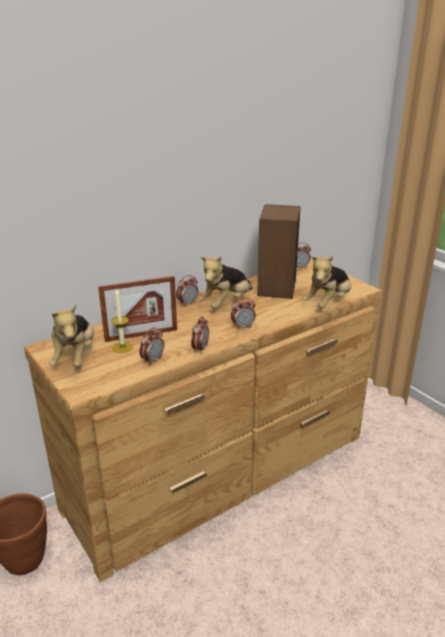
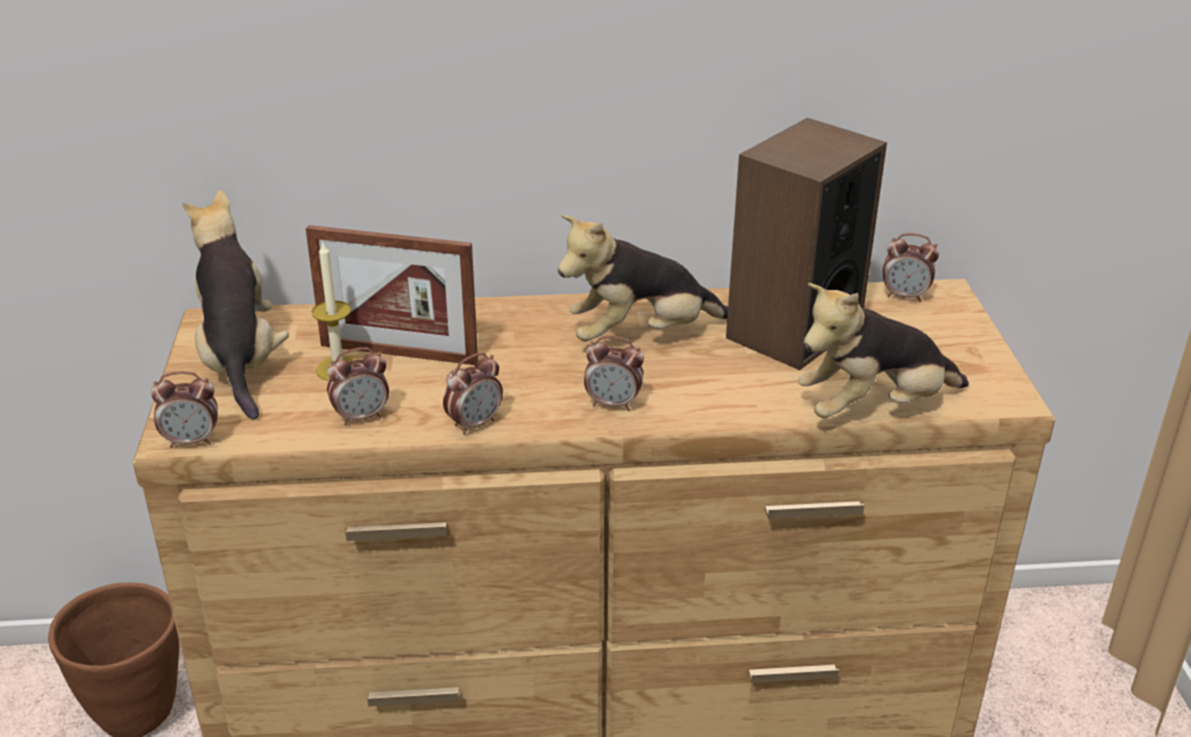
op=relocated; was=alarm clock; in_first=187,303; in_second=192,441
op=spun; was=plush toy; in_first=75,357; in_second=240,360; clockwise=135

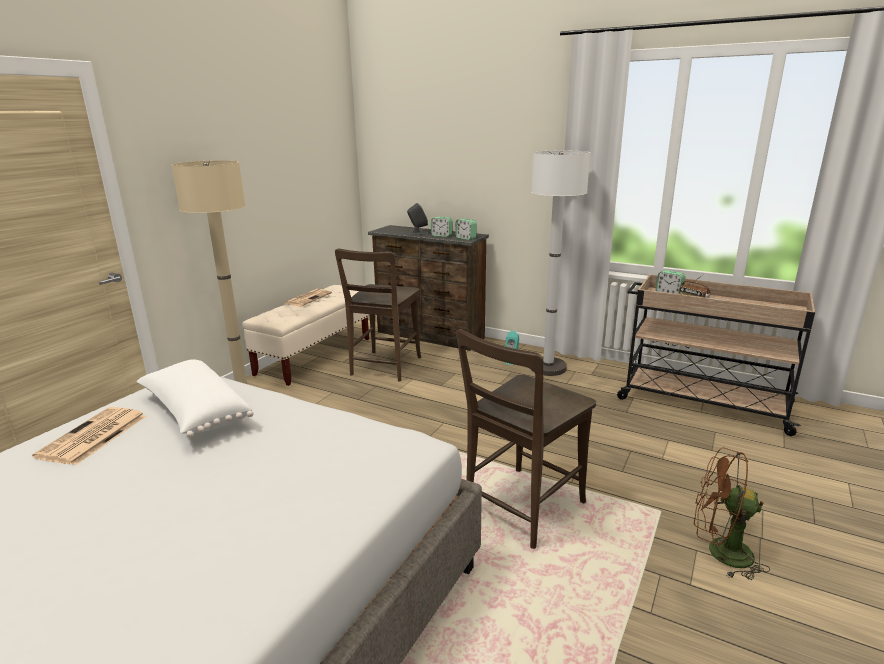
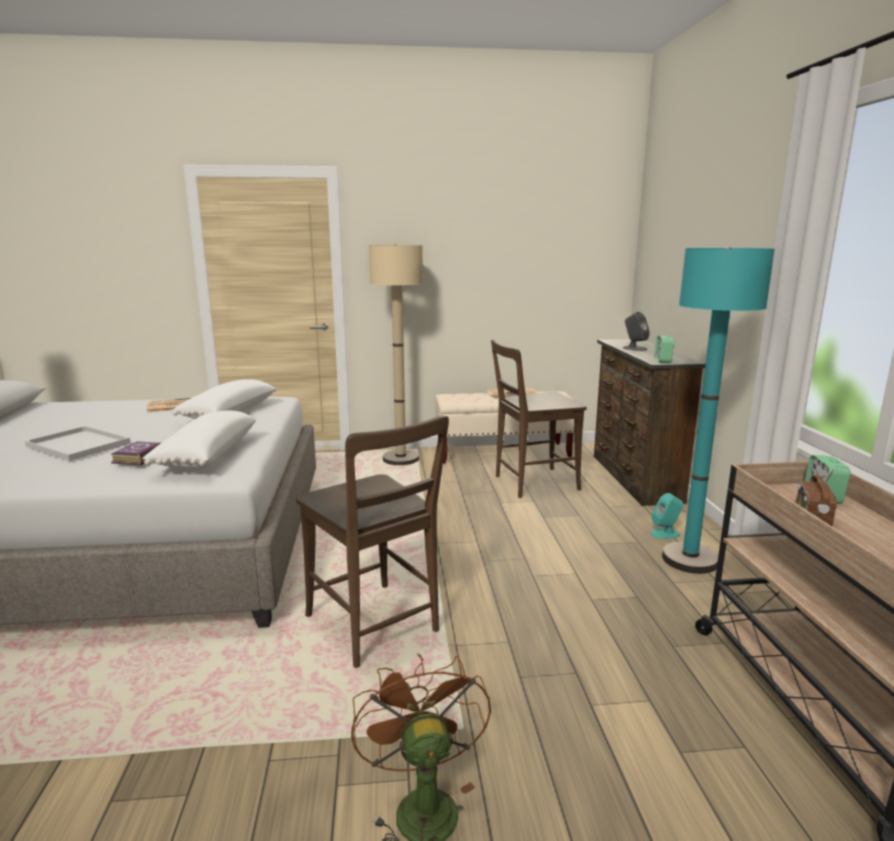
op=missing; was=alarm clock; in_first=441,235
op=appeared; now=tray (white); in_second=80,445
op=appeared; now=book; in_second=138,457
op=appeared; now=pillow (white); in_second=205,455
op=colour; was=floor lamp (white); now=floor lamp (turquoise); in_first=548,368; in_second=689,560
op=spun; was=chair (brown); in_first=521,509; in_second=375,627; clockwise=-135

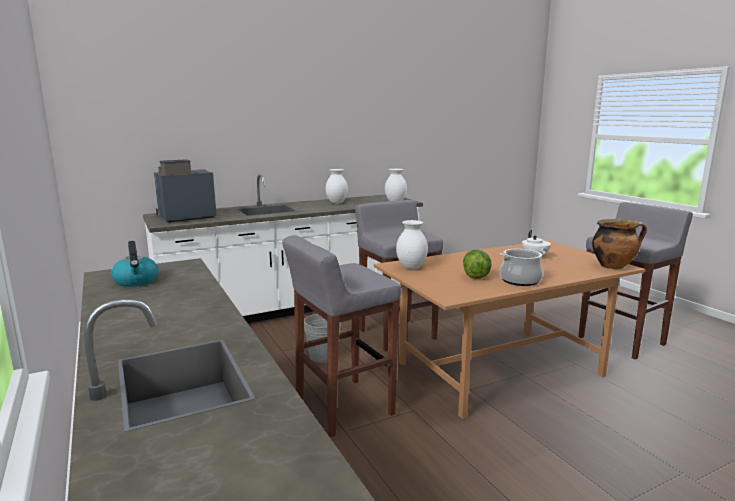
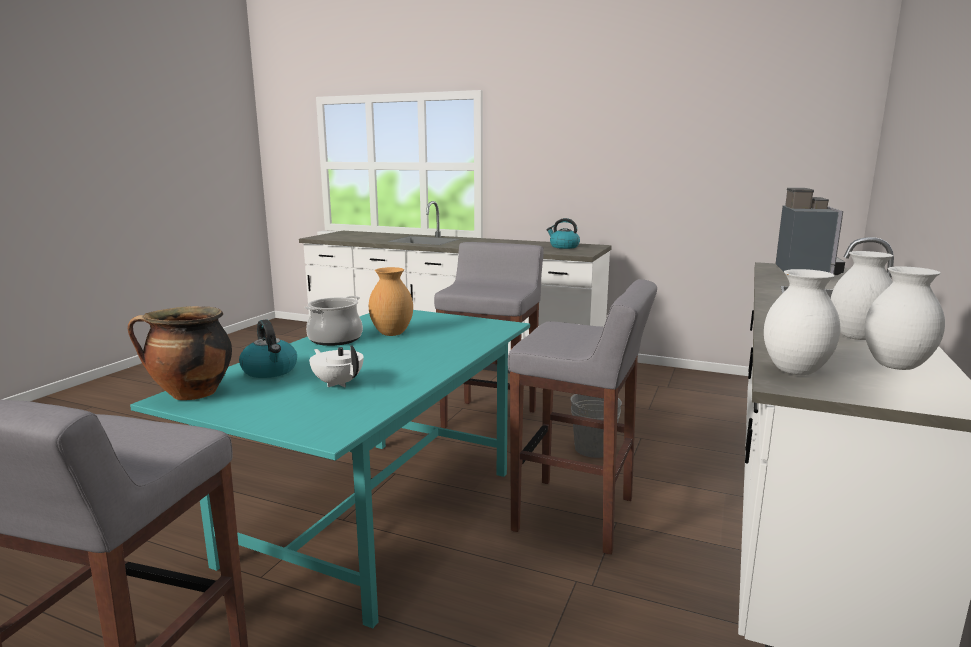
op=appeared; now=kettle; in_second=270,371
op=relocated; was=vase (white); in_first=412,268; in_second=895,366
op=exchanged; was=lettuce; now=vase (brown); in_first=476,276; in_second=392,333
op=colour; was=dining table (brown); now=dining table (turquoise); in_first=499,370; in_second=376,513

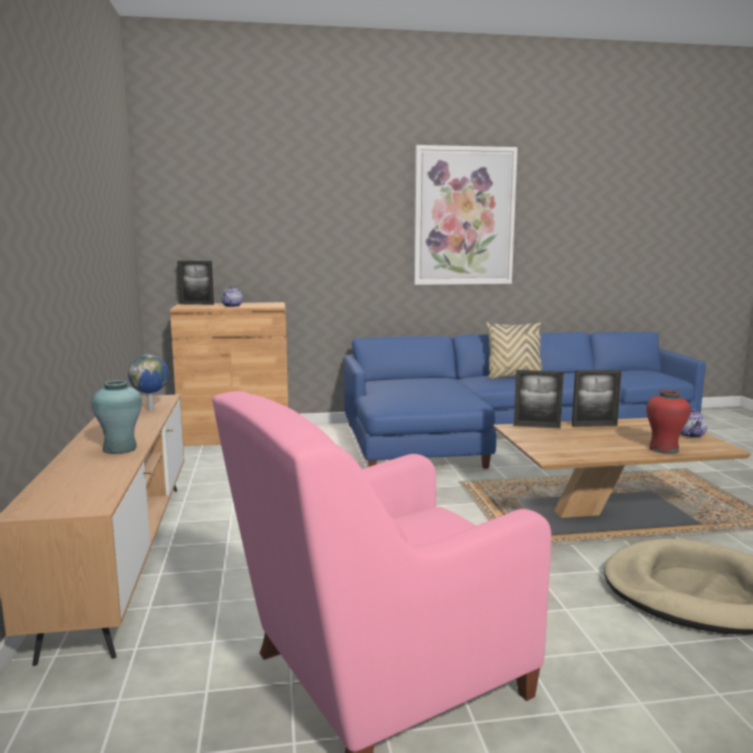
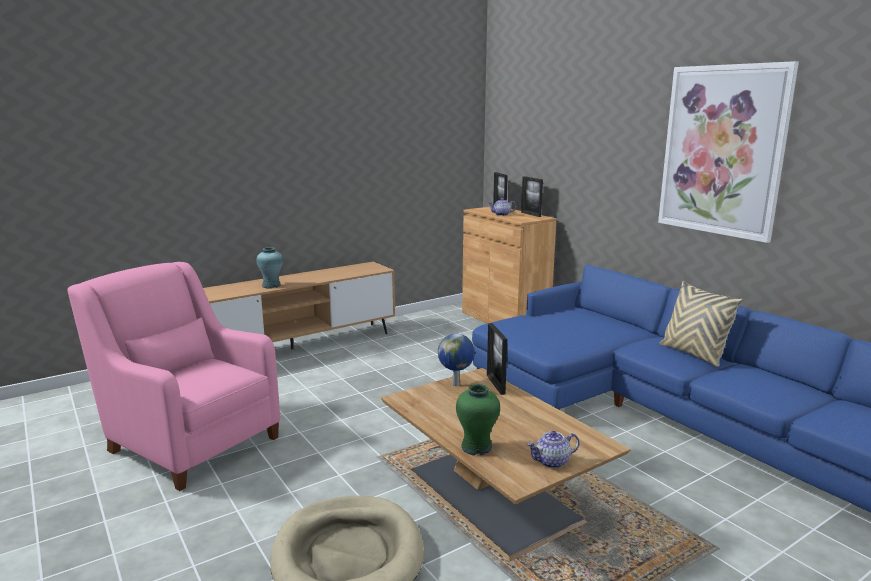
op=relocated; was=globe; in_first=151,409; in_second=456,385
op=relocated; was=picture frame; in_first=594,425; in_second=531,214
op=colour; was=vase (red); now=vase (green); in_first=663,449; in_second=477,447

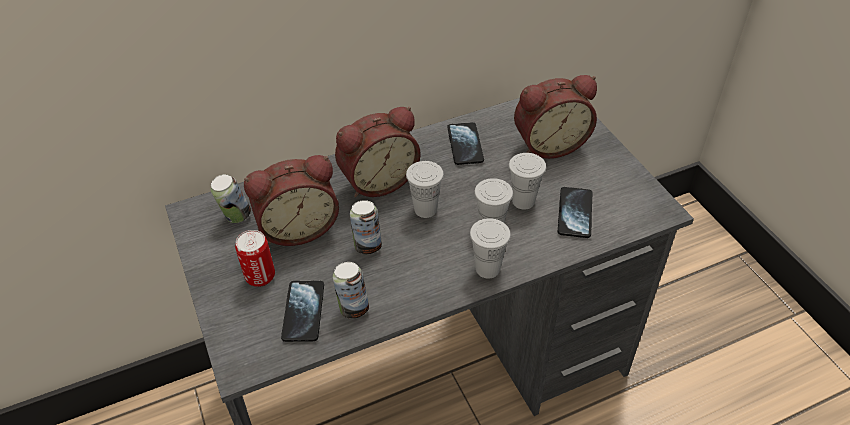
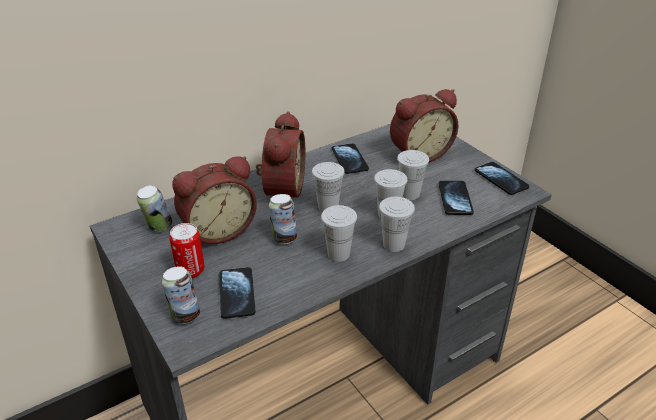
op=appeared; now=cup (white); in_second=338,254
op=appeared; now=phone; in_second=500,179
op=relocated; was=can; in_first=353,308; in_second=185,315
op=spun; was=alarm clock; in_first=378,180; in_second=281,190; clockwise=-45

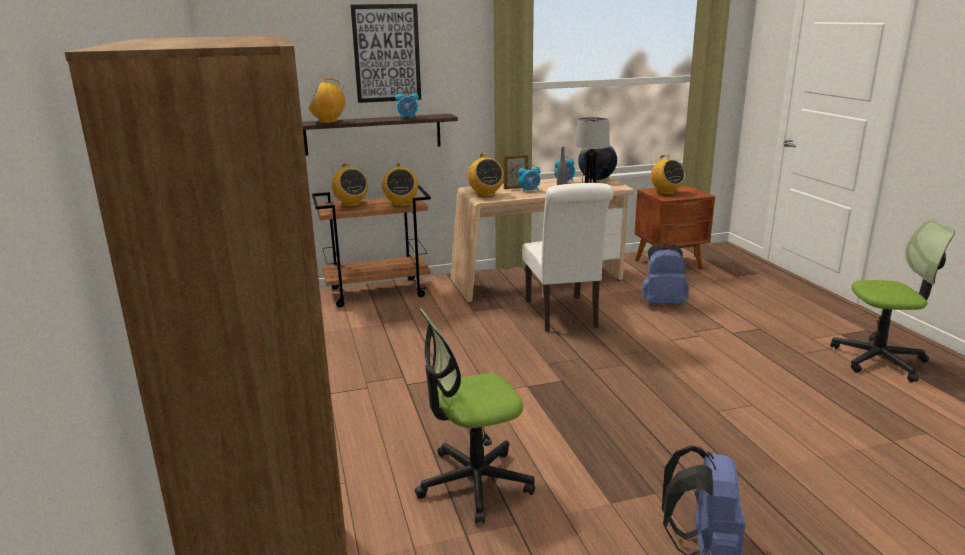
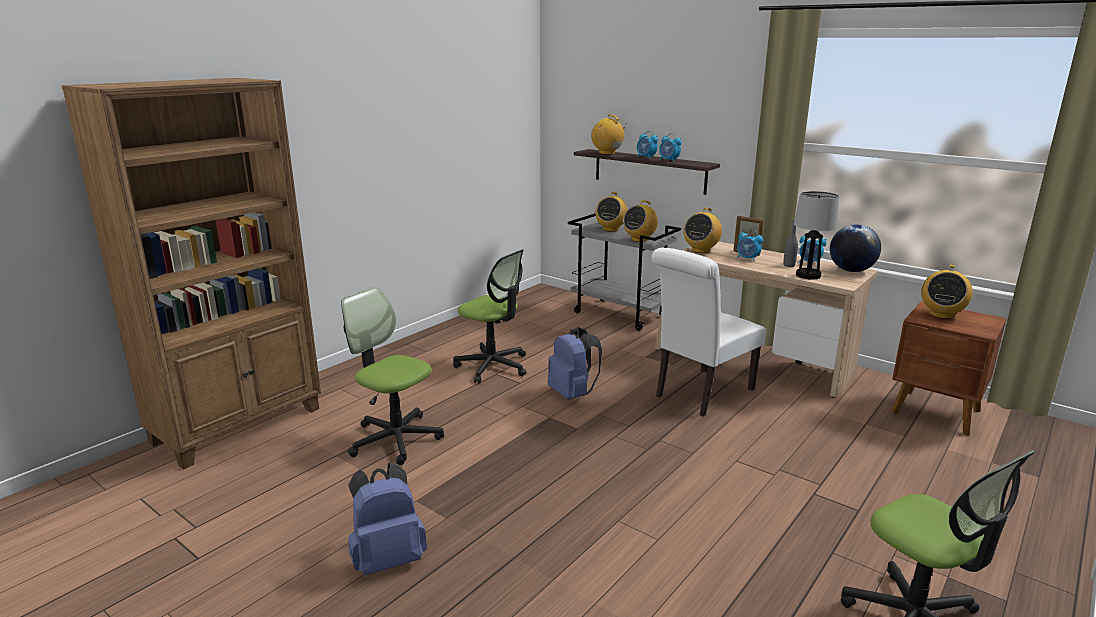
op=missing; was=picture; in_first=386,53
op=appeared; now=office chair; in_second=493,366
op=appeared; now=alarm clock; in_second=646,157
op=relocated; was=backpack (blue); in_first=662,303; in_second=573,394
op=colour; was=cart (brown); now=cart (grey); in_first=378,292; in_second=621,314

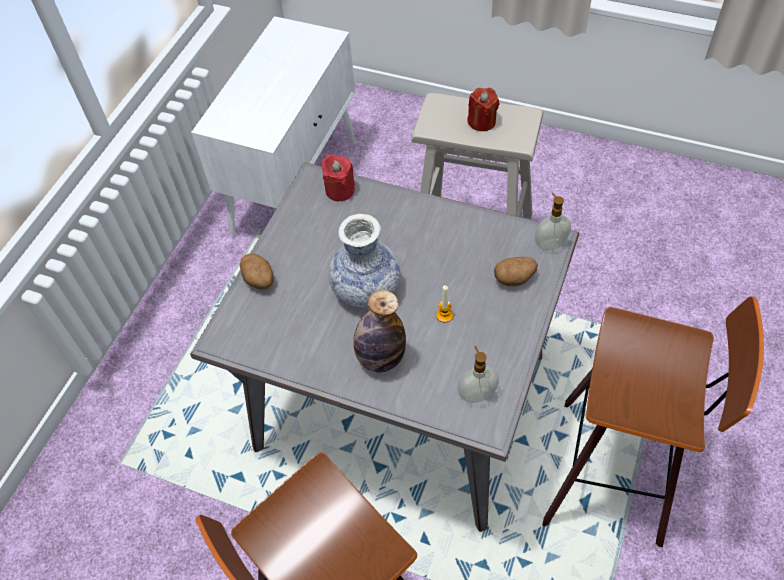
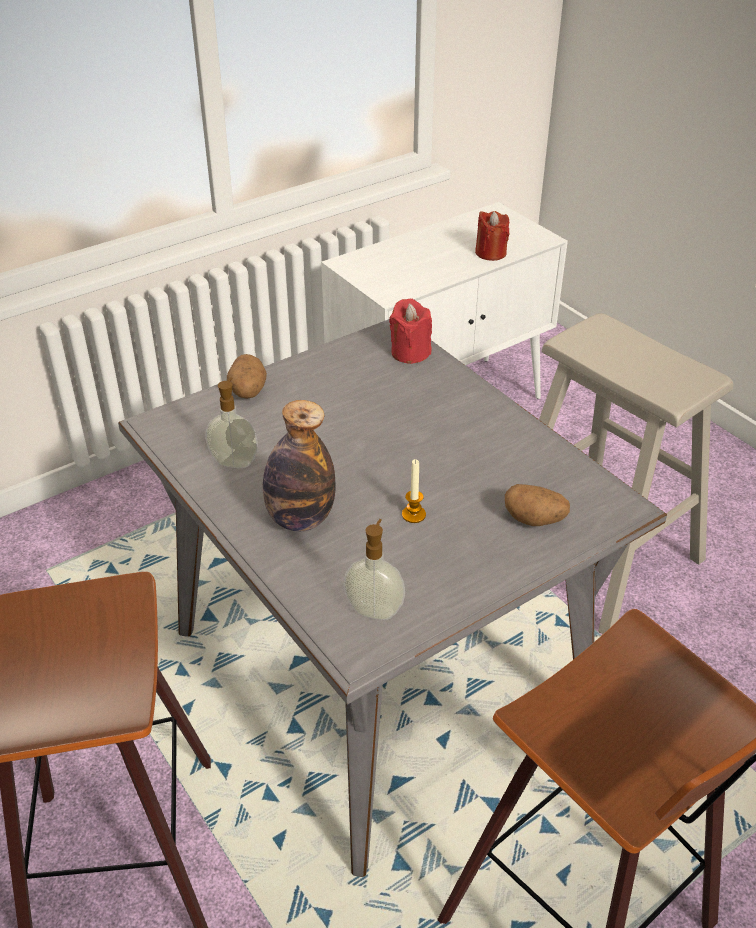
op=missing; was=vase; in_first=366,289
op=relocated; was=candle (red); in_first=482,121; in_second=490,253
op=relocated; was=soap dispenser; in_first=550,244; in_second=234,461

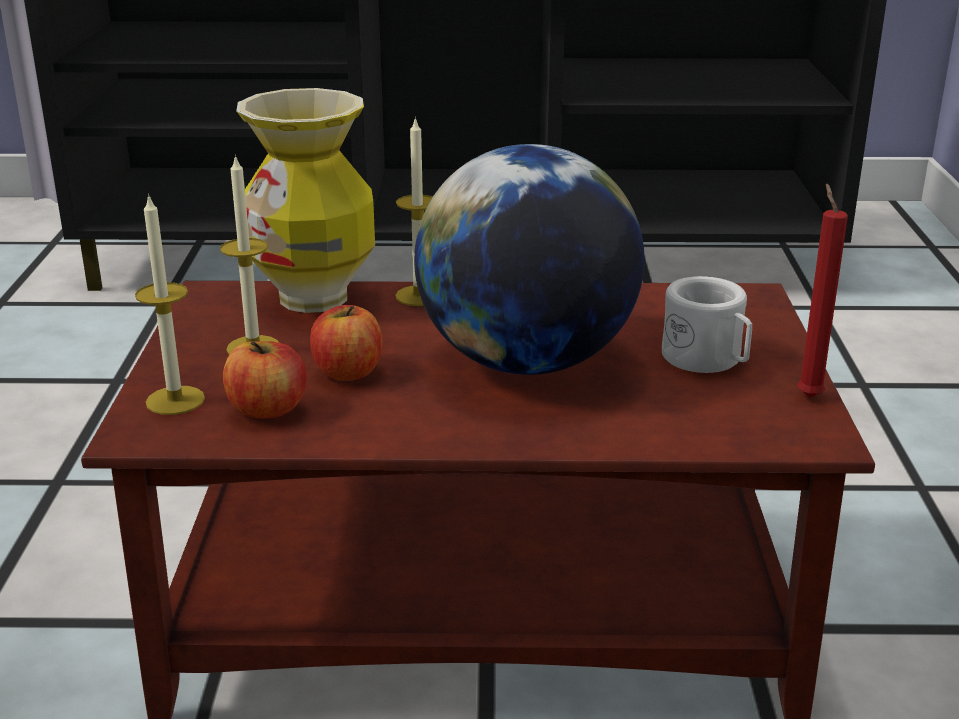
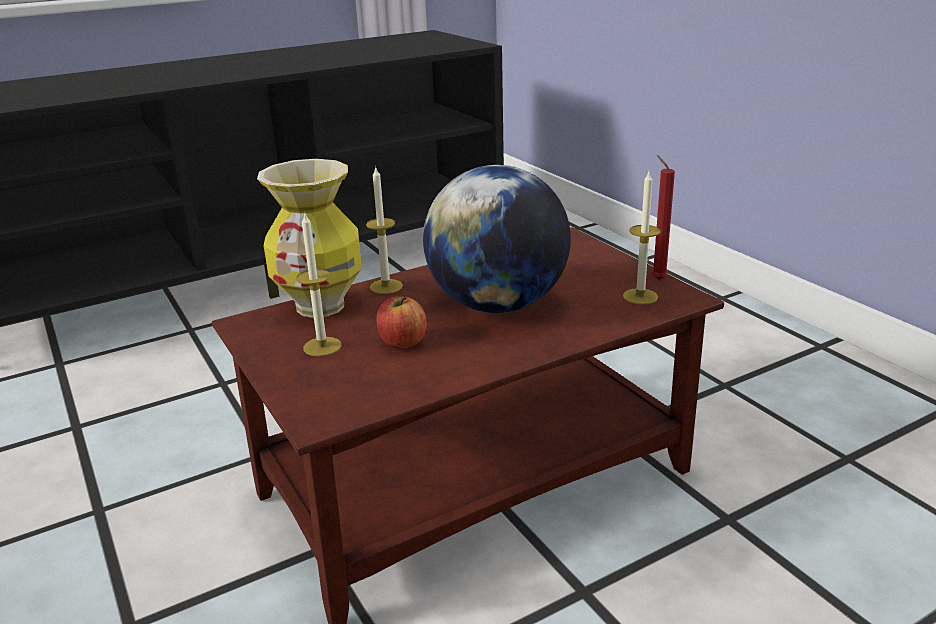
op=missing; was=apple; in_first=267,409
op=missing; was=mug (white); in_first=708,360
op=relocated; was=candle; in_first=175,400; in_second=640,296

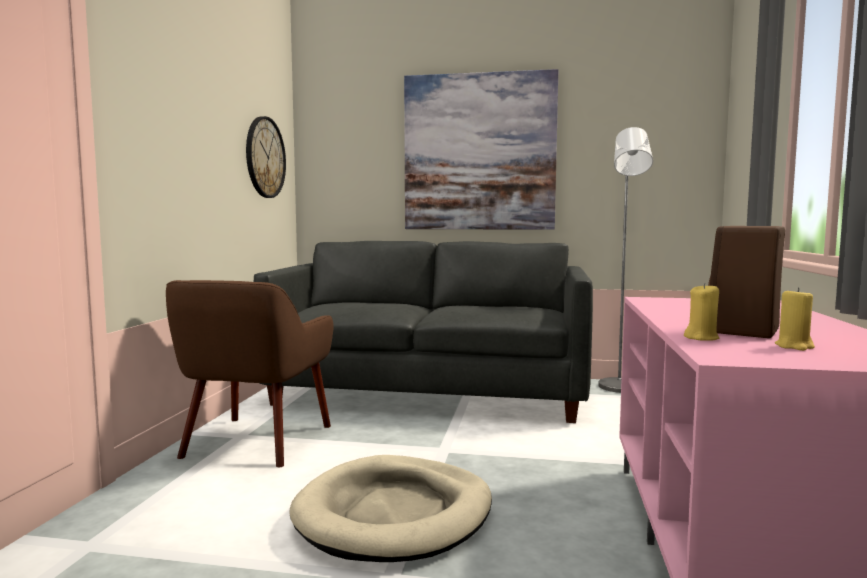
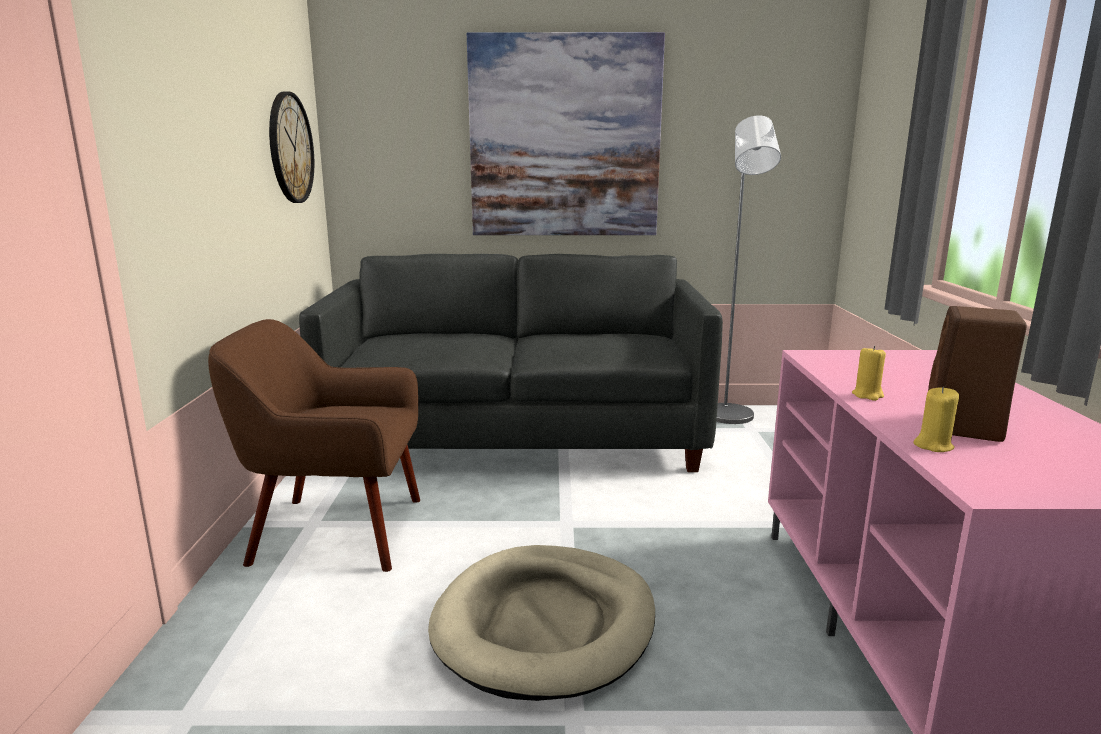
op=relocated; was=candle (yellow); in_first=794,346; in_second=867,395
op=spun; was=armchair (brown); in_first=255,441; in_second=335,531; clockwise=90

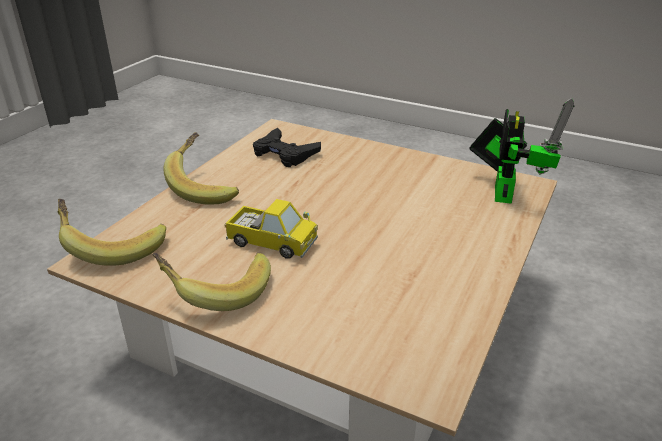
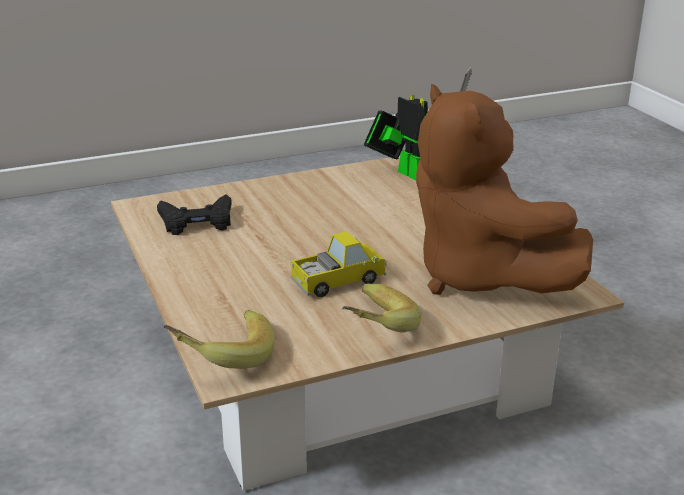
op=missing; was=banana; in_first=206,186
op=appeared; now=plush toy (brown); in_second=479,277

